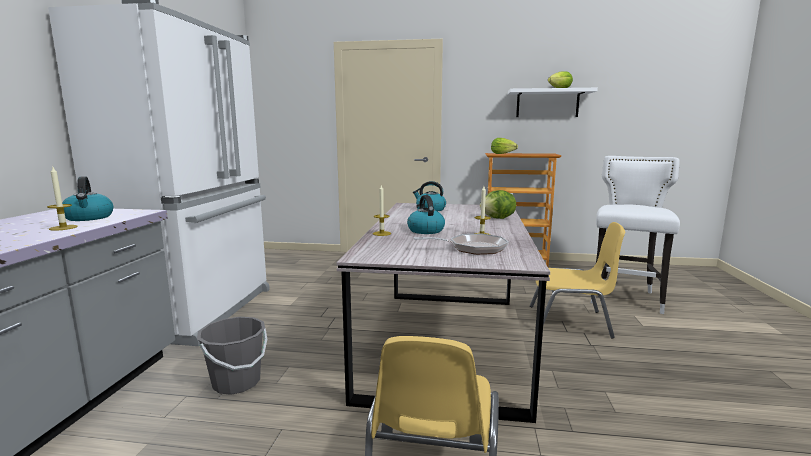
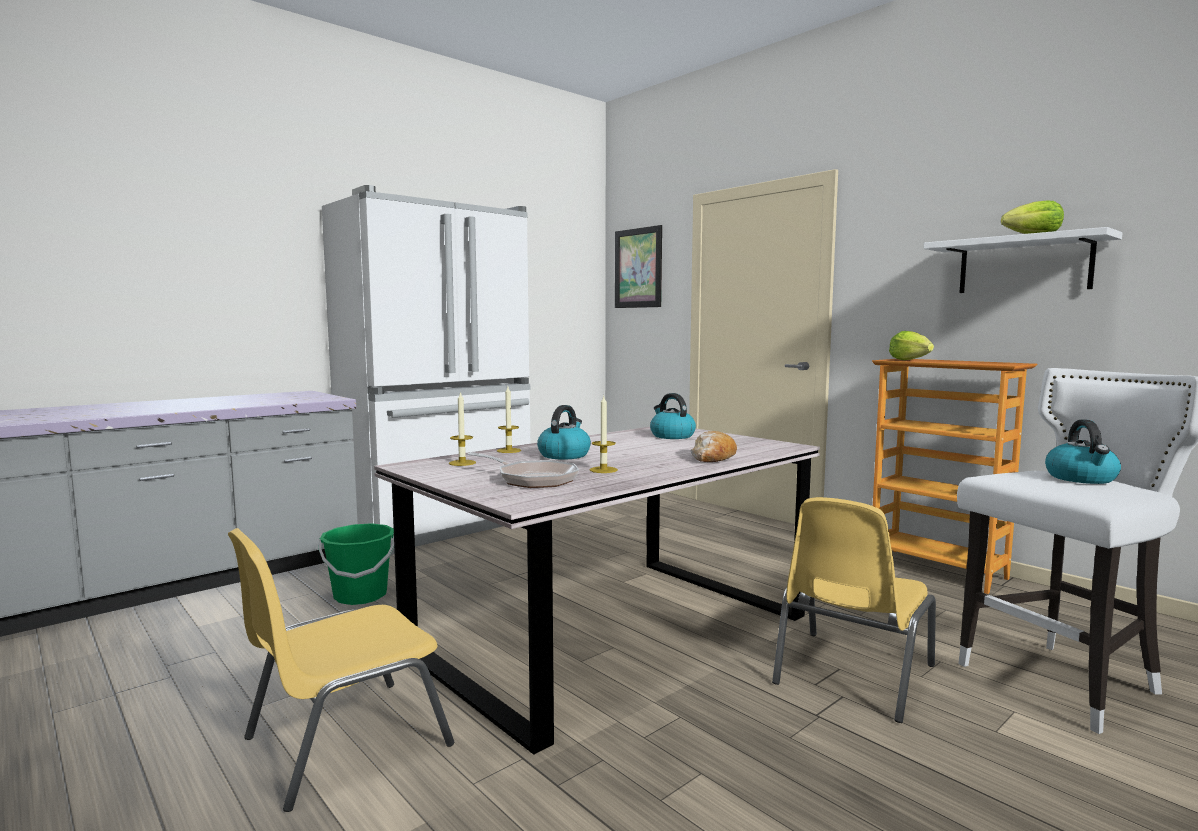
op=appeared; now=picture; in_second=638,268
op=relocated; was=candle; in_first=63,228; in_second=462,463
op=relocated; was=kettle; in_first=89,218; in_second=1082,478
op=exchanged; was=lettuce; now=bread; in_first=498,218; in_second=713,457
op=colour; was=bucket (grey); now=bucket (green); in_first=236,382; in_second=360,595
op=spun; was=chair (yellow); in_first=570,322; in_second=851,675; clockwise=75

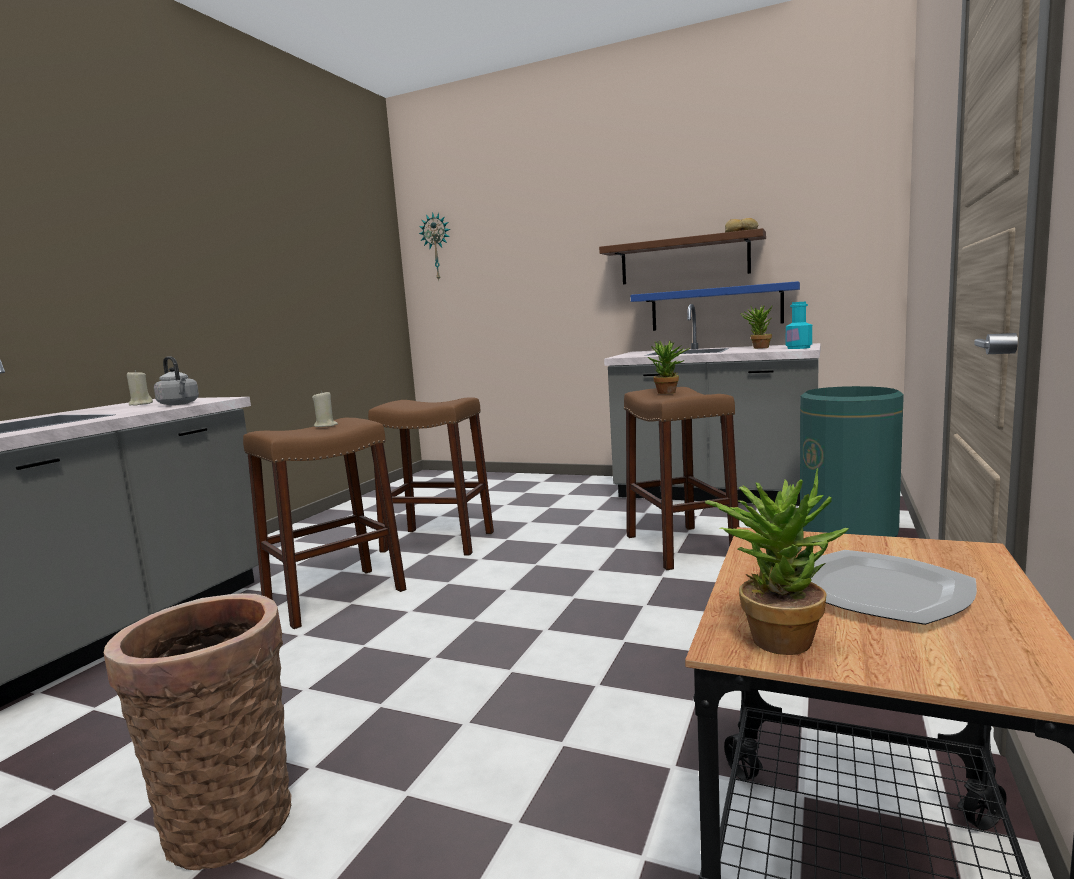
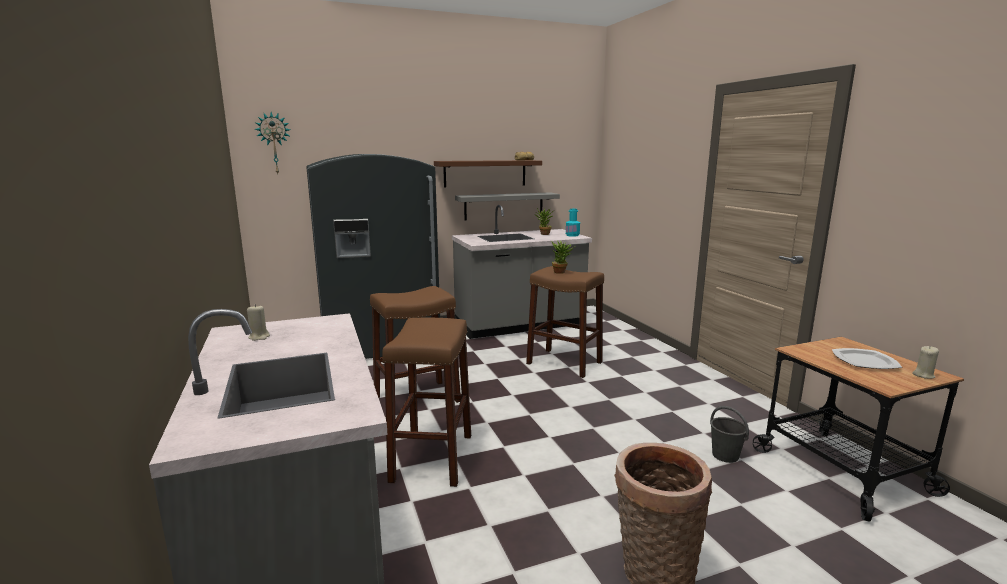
op=missing; was=kettle (grey); in_first=179,404
op=missing; was=potted plant; in_first=775,635
op=missing; was=trash can (green); in_first=848,532
op=appeared; now=fridge (grey); in_second=381,344
op=appeared; now=bucket (grey); in_second=725,456
op=relocated; was=candle (beige); in_first=326,425; in_second=923,375
op=colour; was=shelf (blue); now=shelf (grey); in_first=715,308; in_second=504,206

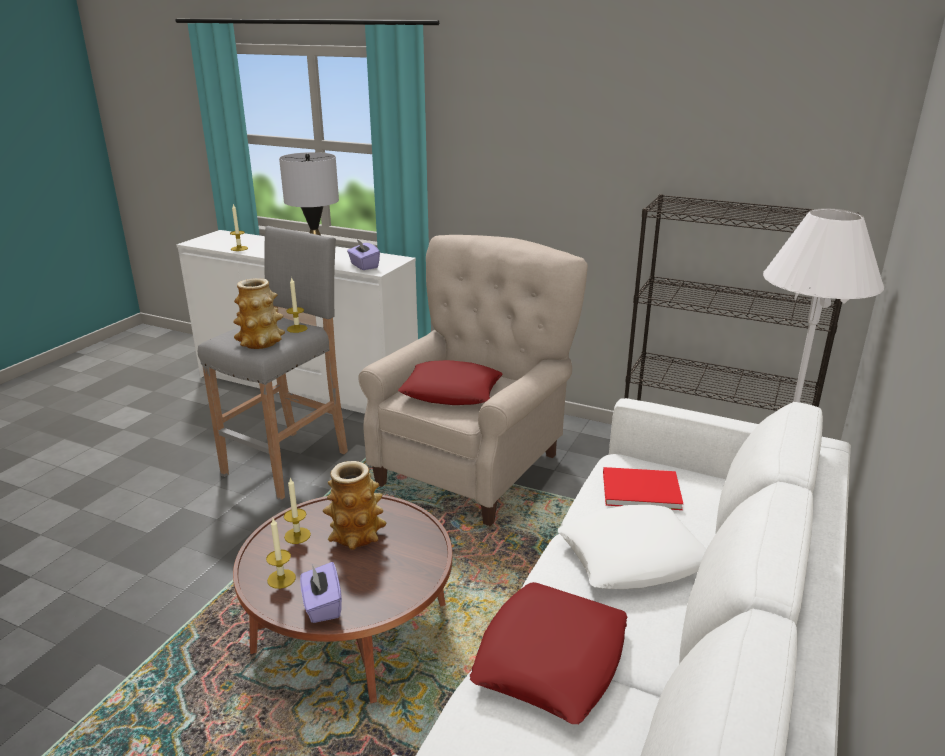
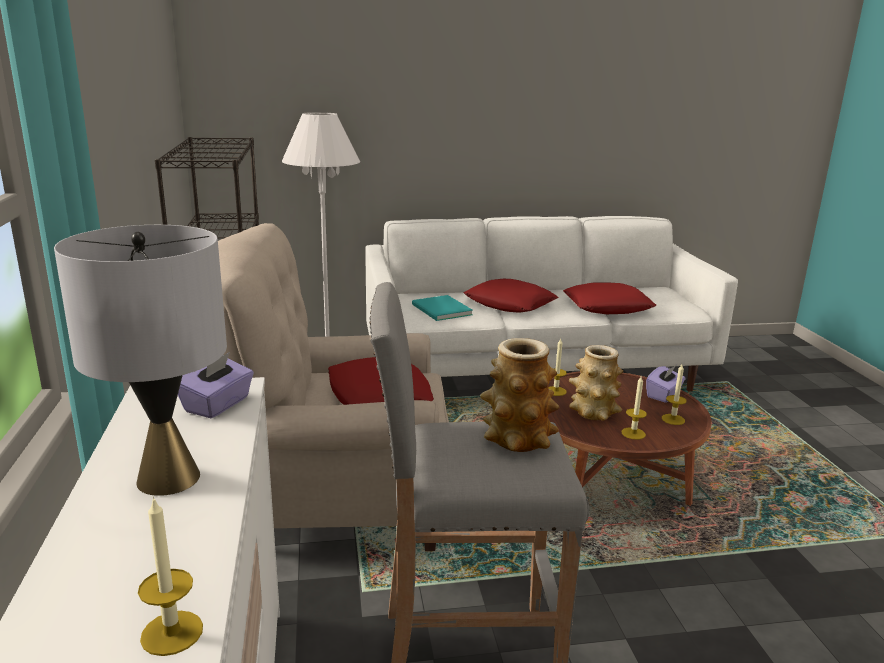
op=relocated; was=candle; in_first=297,328; in_second=555,391
op=colour; was=pillow (white); now=pillow (red); in_first=632,557; in_second=510,304
op=colour; was=book (red); now=book (turquoise); in_first=638,489; in_second=441,310

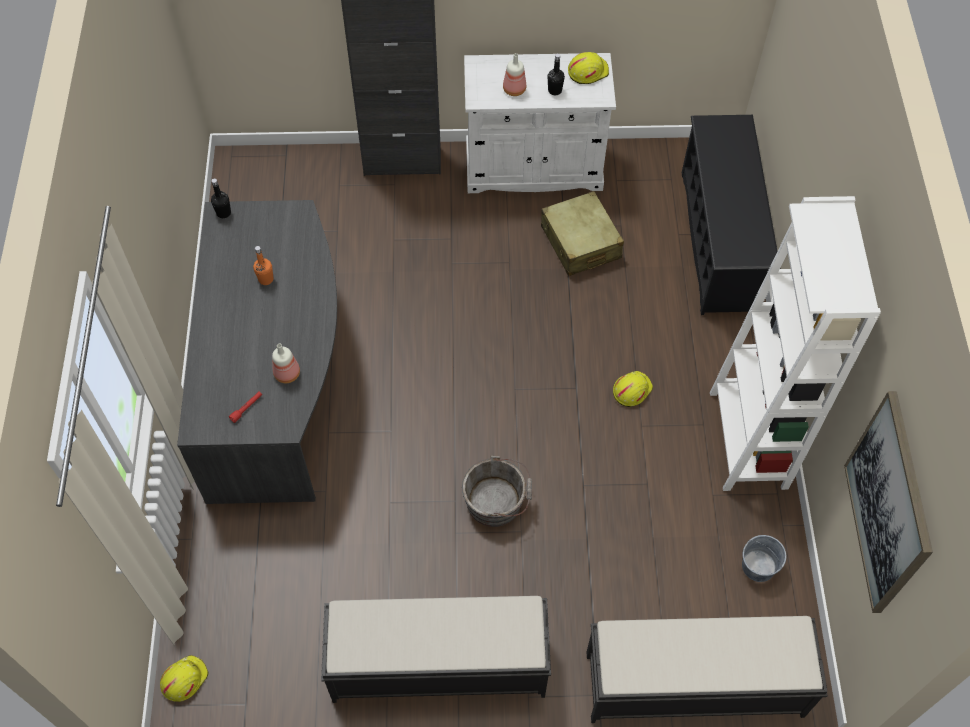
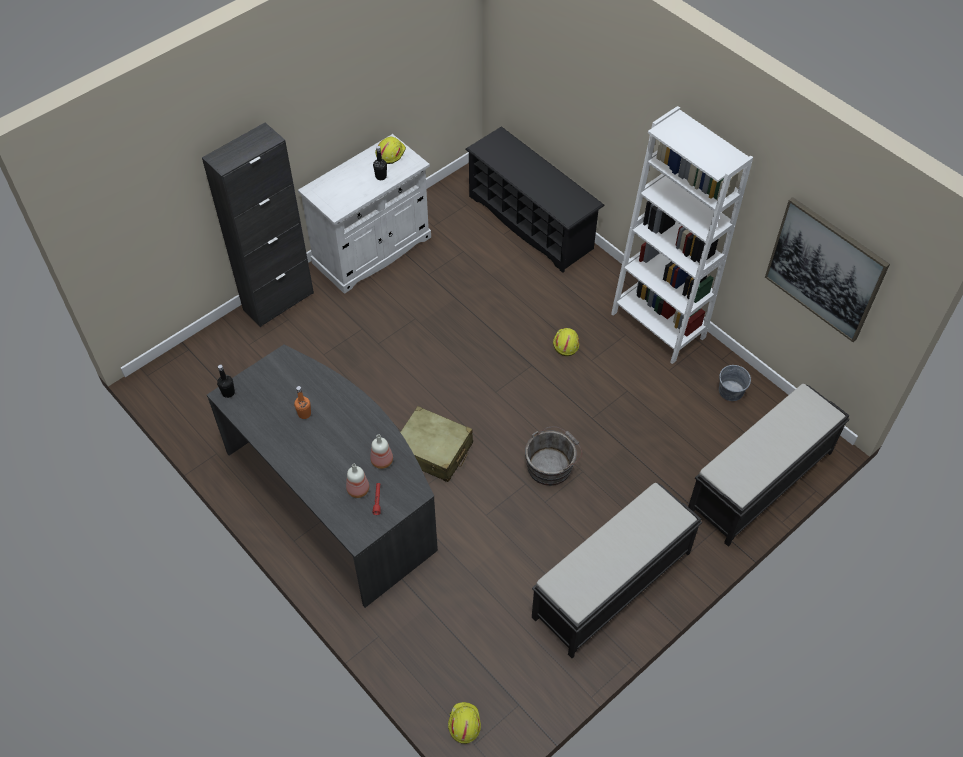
op=relocated; was=bottle; in_first=514,90; in_second=359,490
op=relocated; was=suitcase (beige); in_first=580,242; in_second=433,451

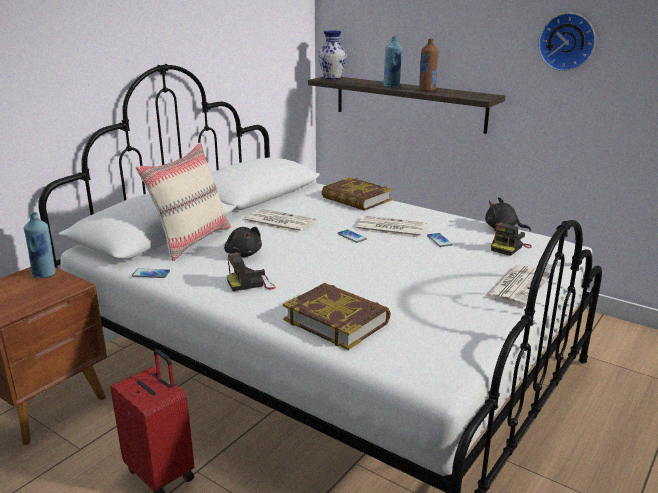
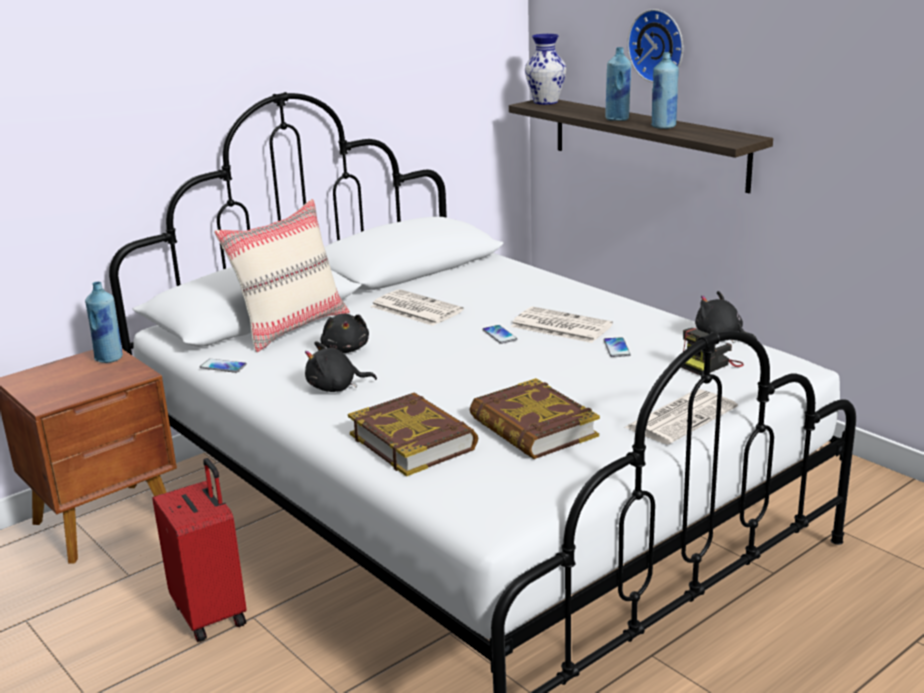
op=relocated; was=book; in_first=356,199; in_second=533,428
op=relocated; was=wall clock; in_first=567,41; in_second=658,45
op=exchanged; was=photo camera; now=plush toy (black); in_first=251,284; in_second=336,387
op=colour; was=bottle (brown); now=bottle (blue); in_first=427,90; in_second=663,126

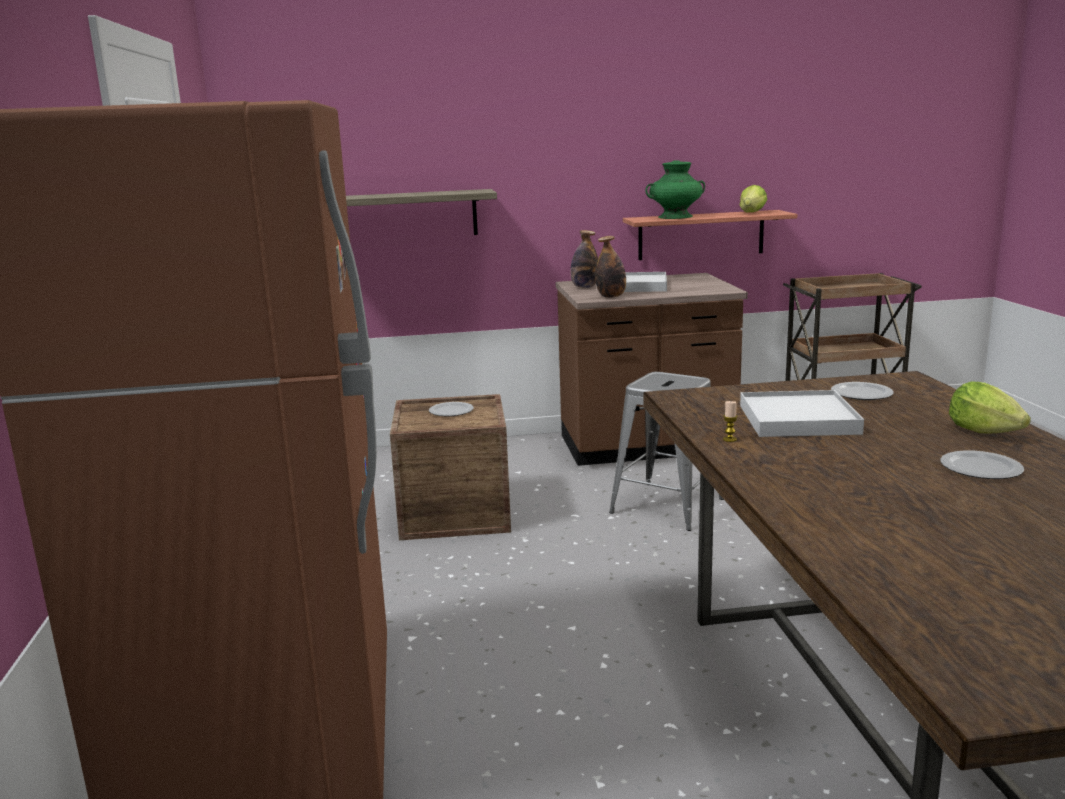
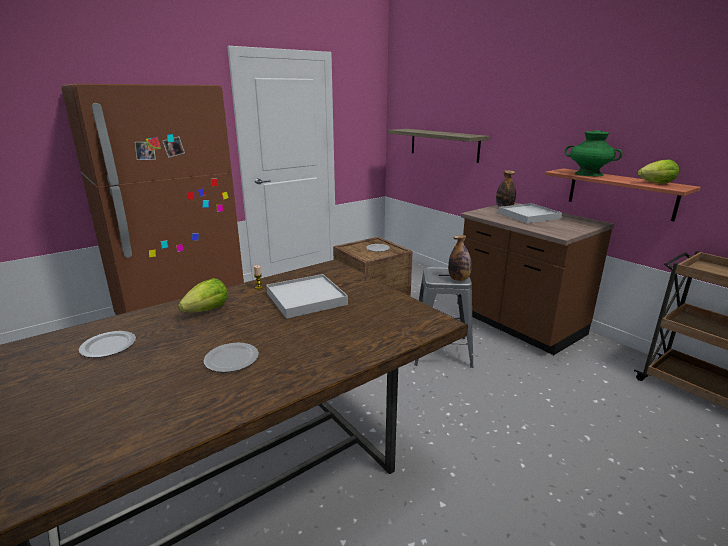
op=relocated; was=bottle; in_first=611,296; in_second=459,279
op=relocated; was=plate; in_first=861,393; in_second=109,346
op=relocated; was=lettuce; in_first=983,431; in_second=207,310

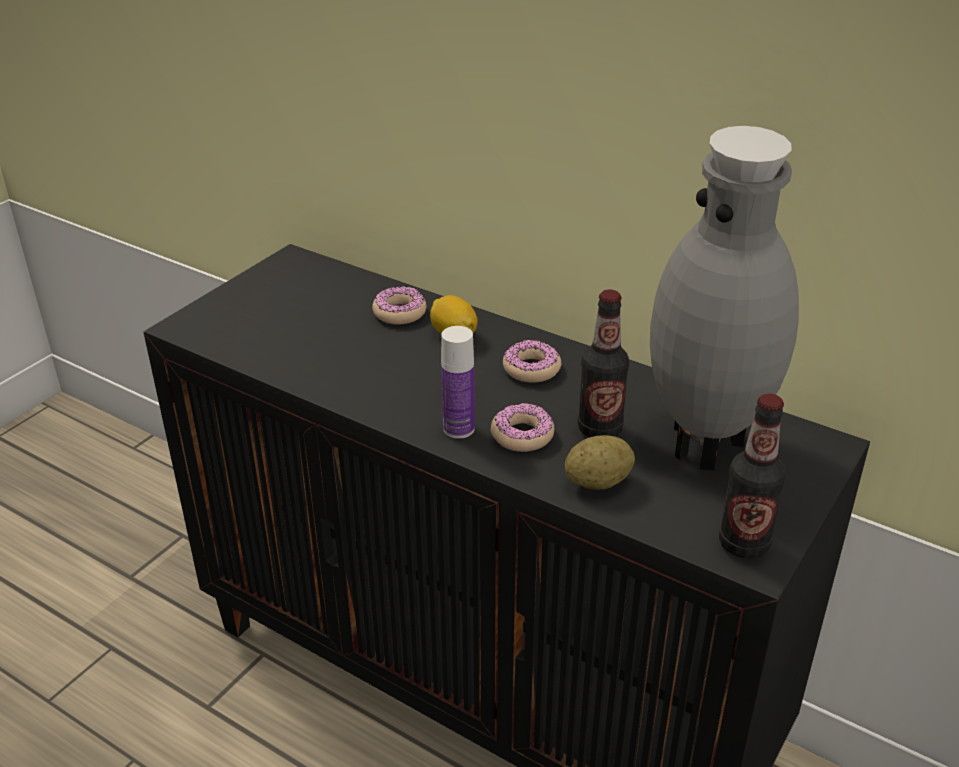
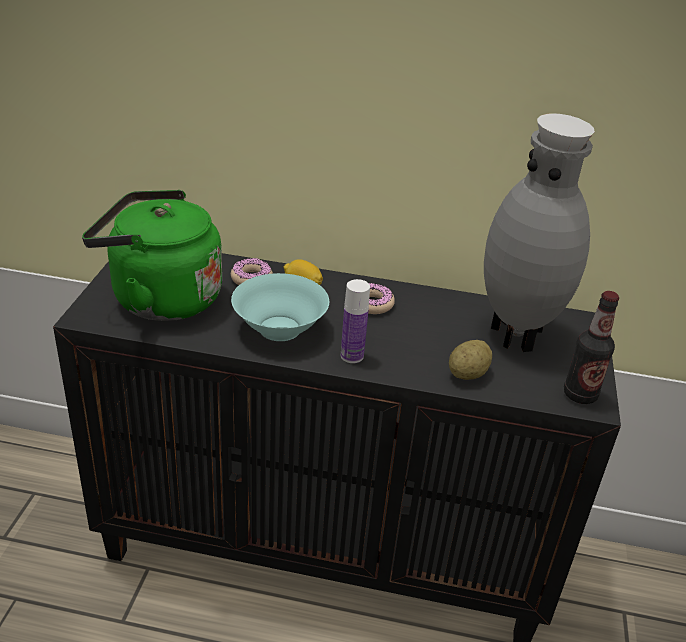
op=missing; was=donut; in_first=522,435
op=missing; was=bottle; in_first=600,429
op=appeared; now=kettle (green); in_second=160,298
op=appeared; now=bowl (turquoise); in_second=279,329

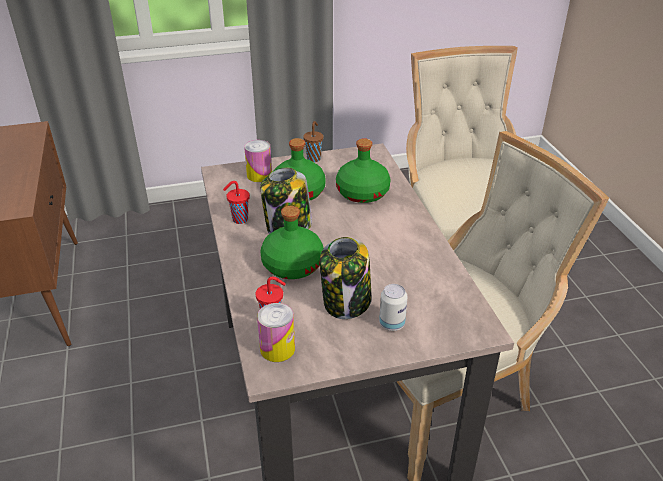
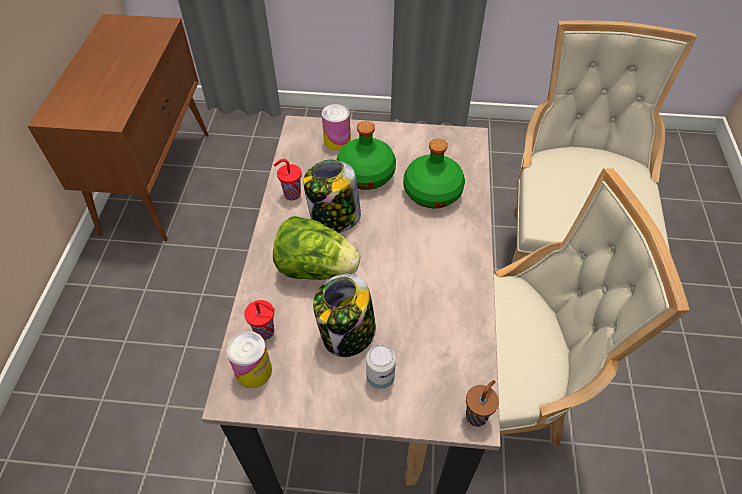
op=relocated; was=cup (brown); in_first=314,158; in_second=477,415
op=exchanged; was=bottle (green); now=lettuce; in_first=292,265; in_second=316,268

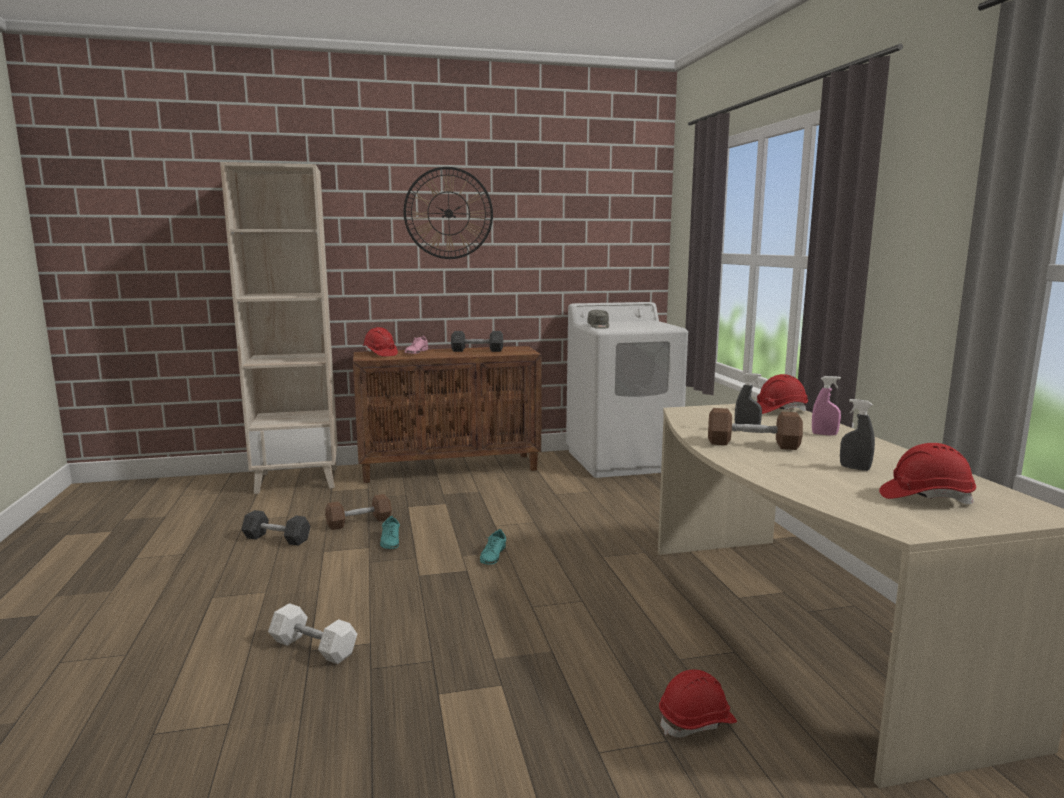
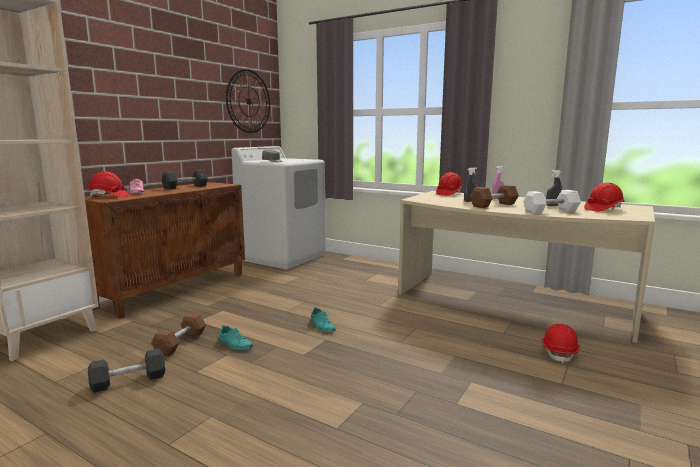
op=relocated; was=dumbbell (white); in_first=313,647; in_second=550,211
op=relocated; was=wall clock; in_first=448,213; in_second=249,101

